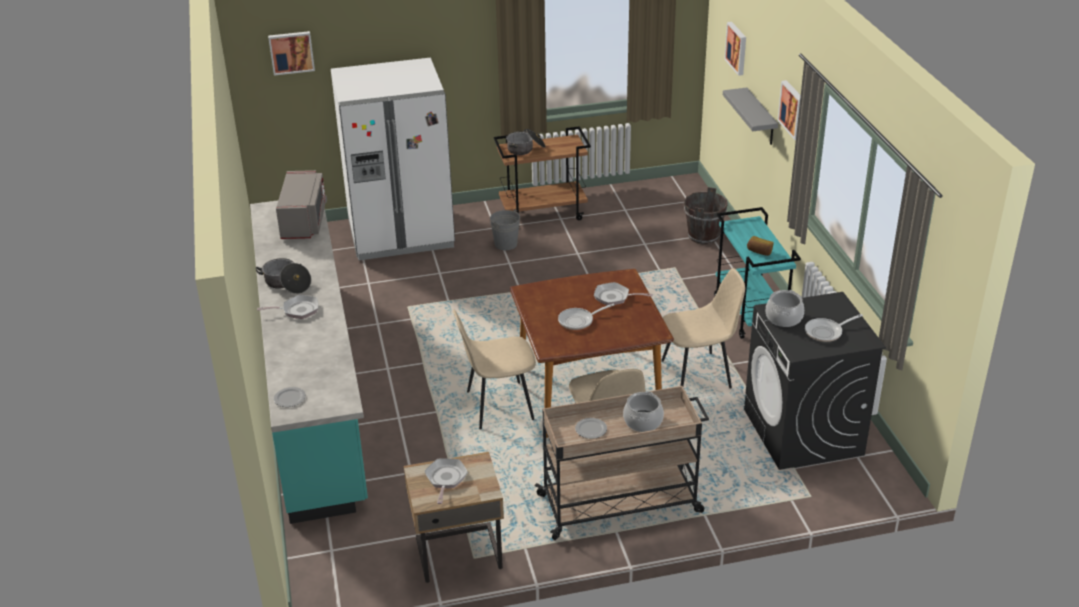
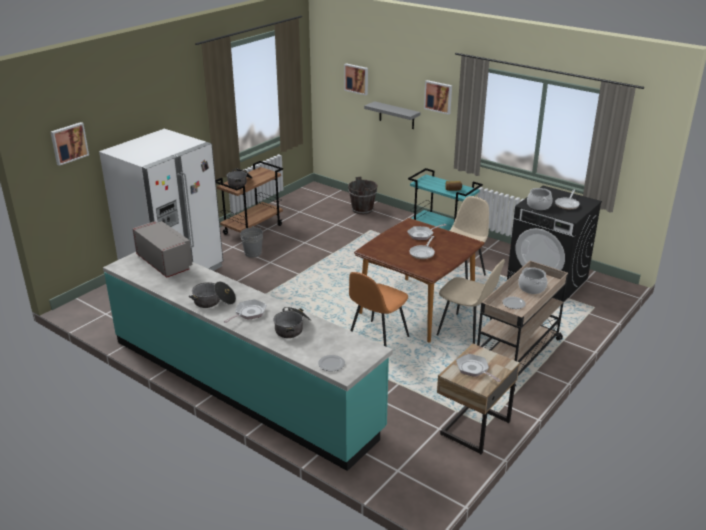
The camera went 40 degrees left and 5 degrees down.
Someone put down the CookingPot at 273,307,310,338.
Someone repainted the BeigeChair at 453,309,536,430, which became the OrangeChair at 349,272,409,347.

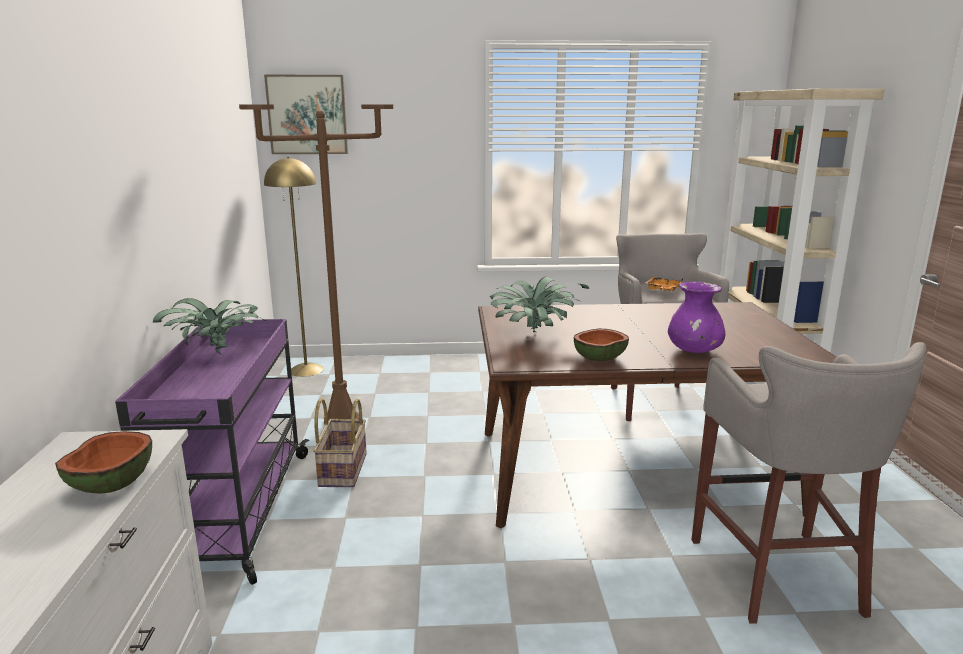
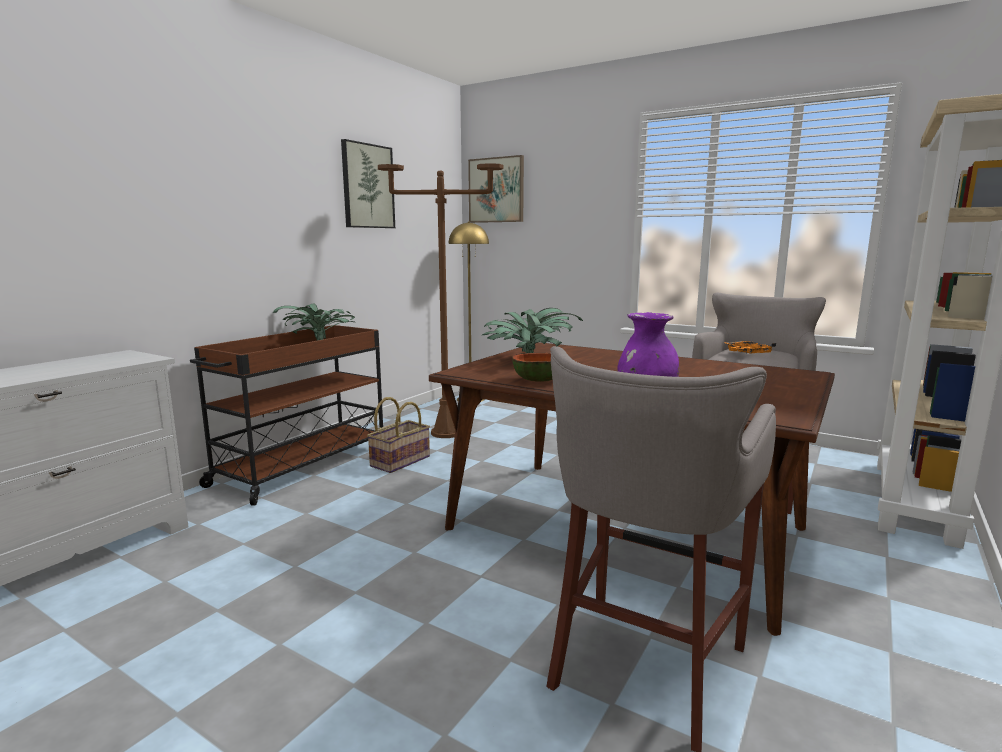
The camera went 35 degrees right and 5 degrees down.
Someone took away the Bowl at 55,431,152,494.
Someone put up the Picture at 341,139,395,228.
Someone repainted the PurpleCart at 115,319,310,585, which became the BrownCart at 190,325,383,505.

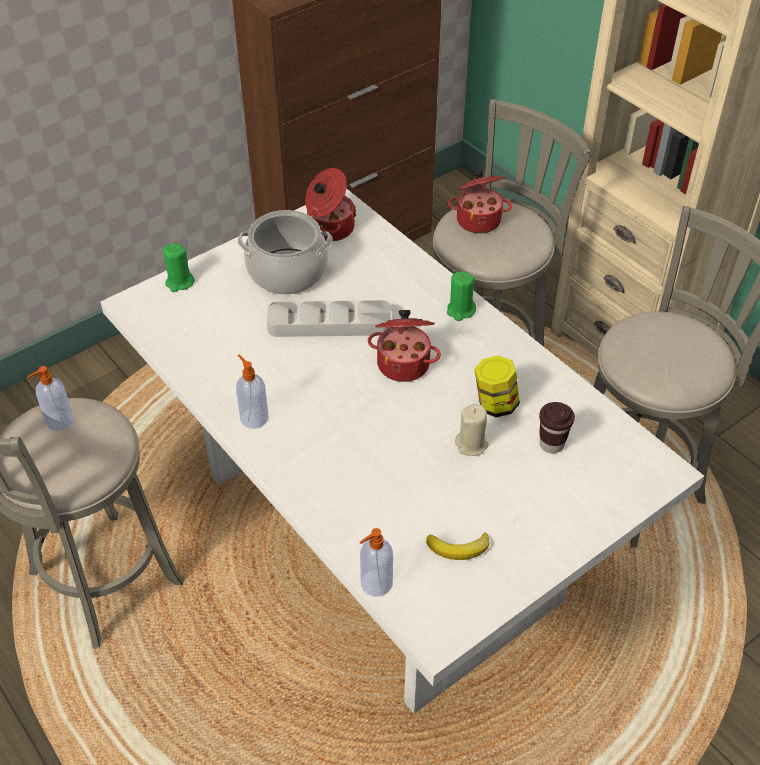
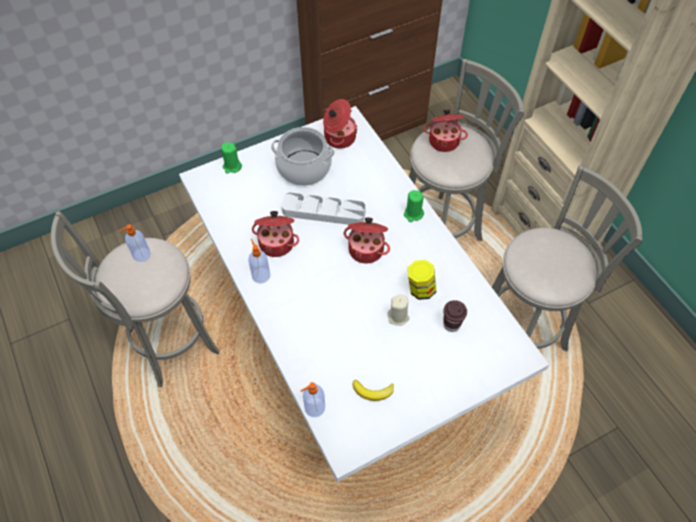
The camera went 10 degrees right and 10 degrees up.
Someone put down the CookingPot at 252,211,299,257.

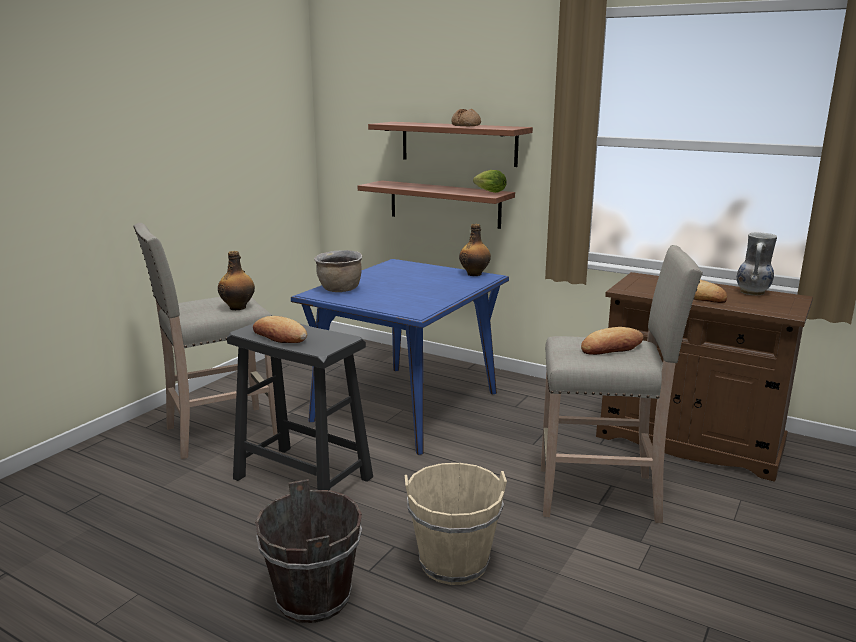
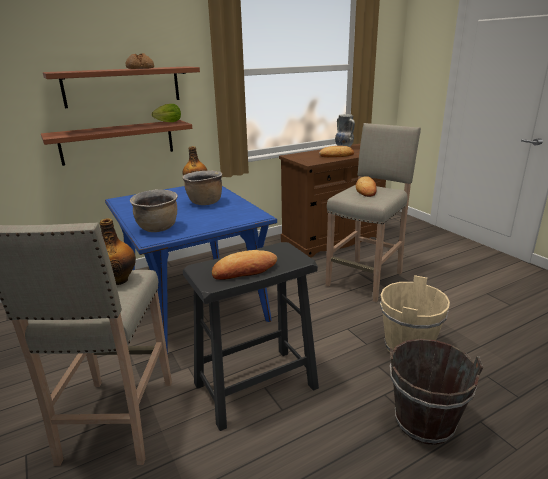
The camera went 60 degrees left and 5 degrees up.
Someone put down the BrownCookingPot at 183,171,222,205.

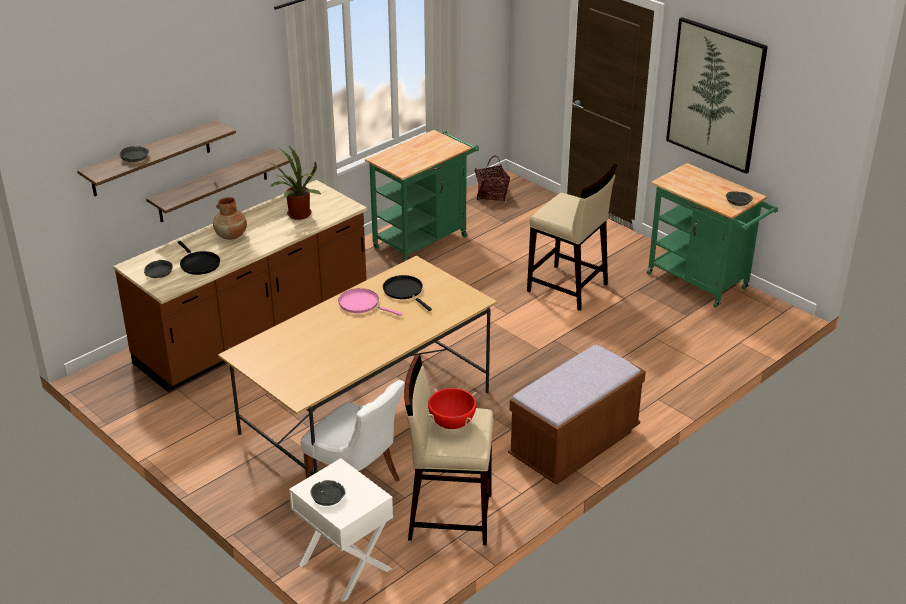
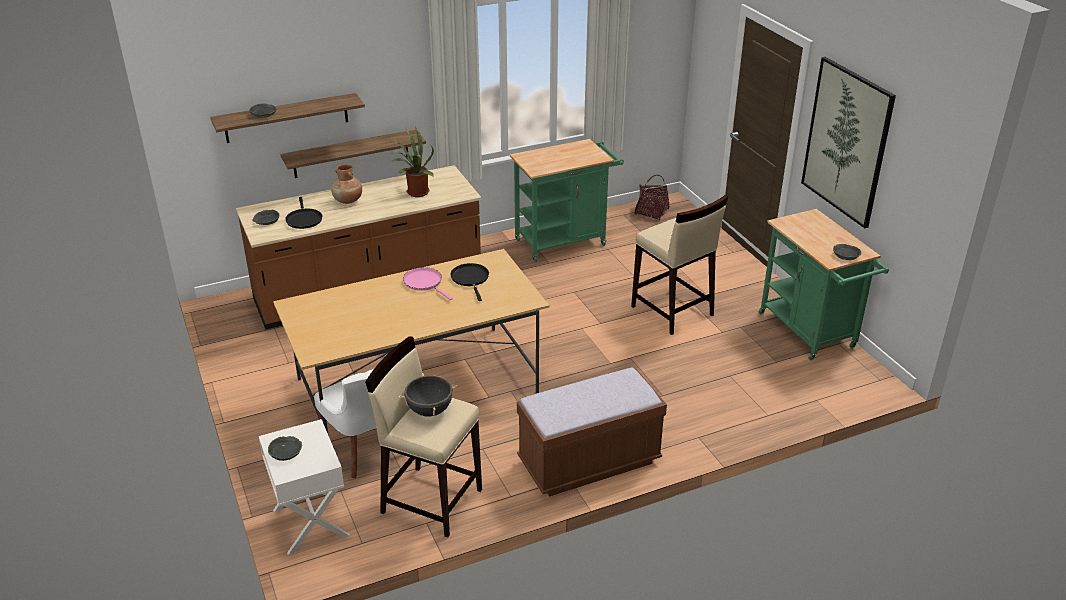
The camera went 20 degrees right and 0 degrees up.
Someone repainted the RedCookingPot at 428,388,476,429, which became the BlackCookingPot at 399,373,458,416.

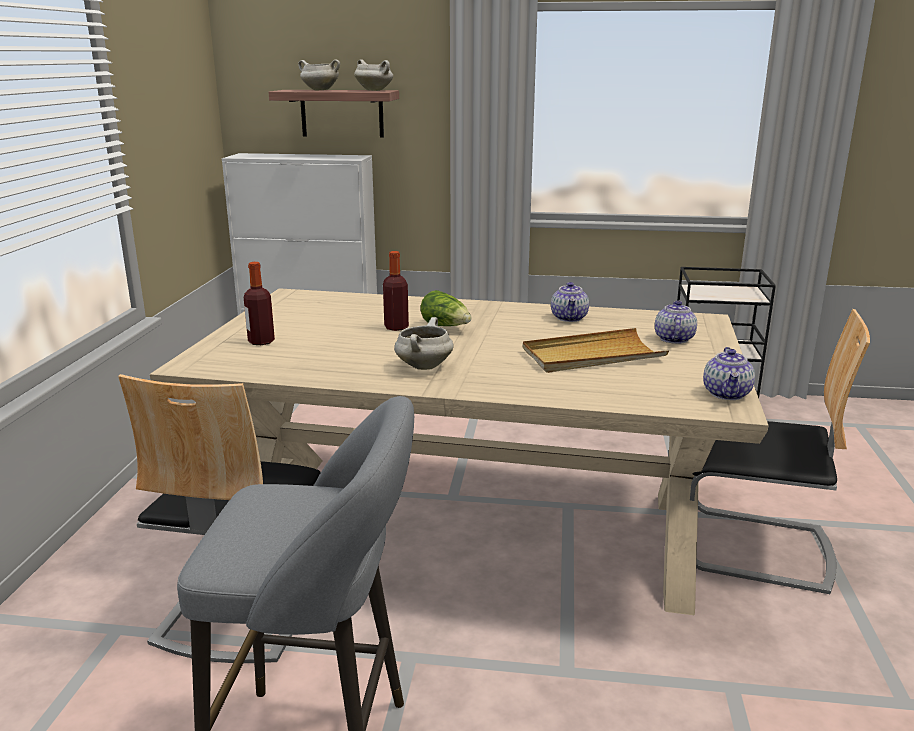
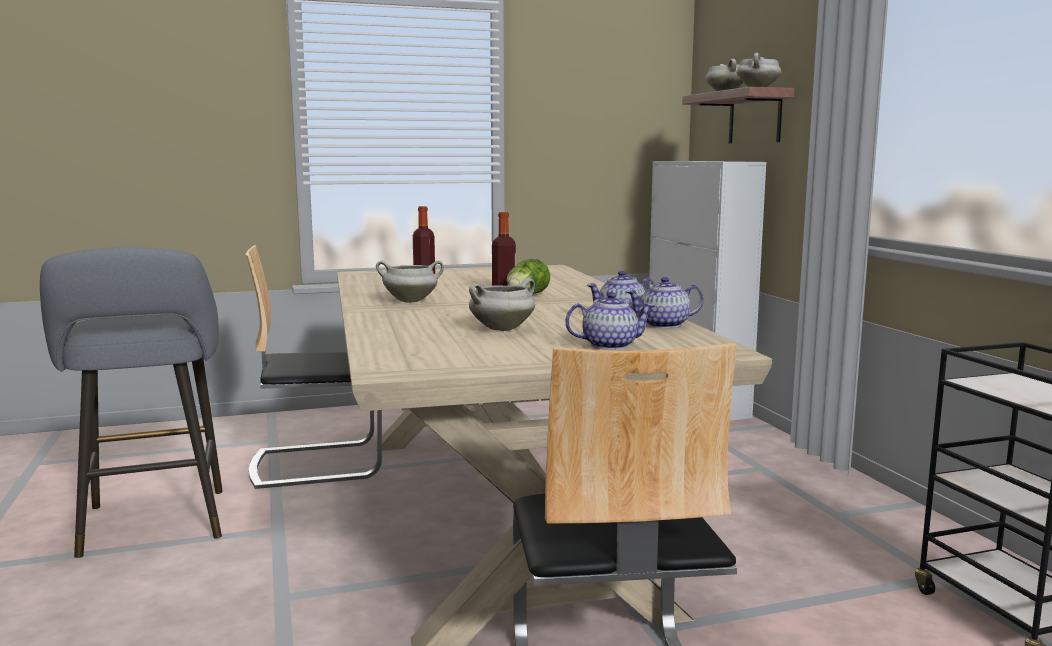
The camera went 65 degrees right and 10 degrees down.
Someone carried the Teapot from 703,347,755,400 to 626,277,704,328.
Someone swapped the BeigeTray at 523,328,669,373 for the WhiteCookingPot at 469,278,535,331.

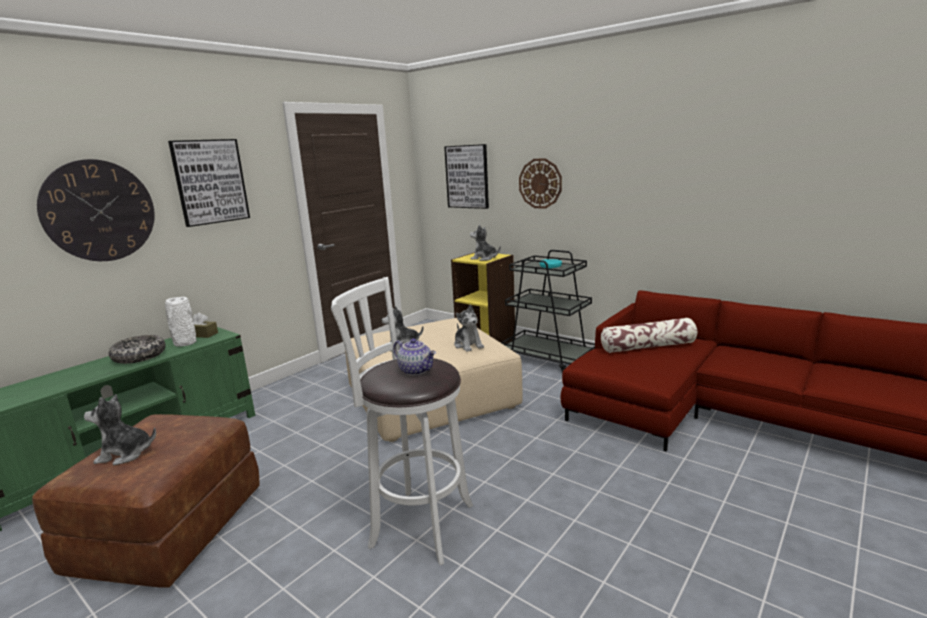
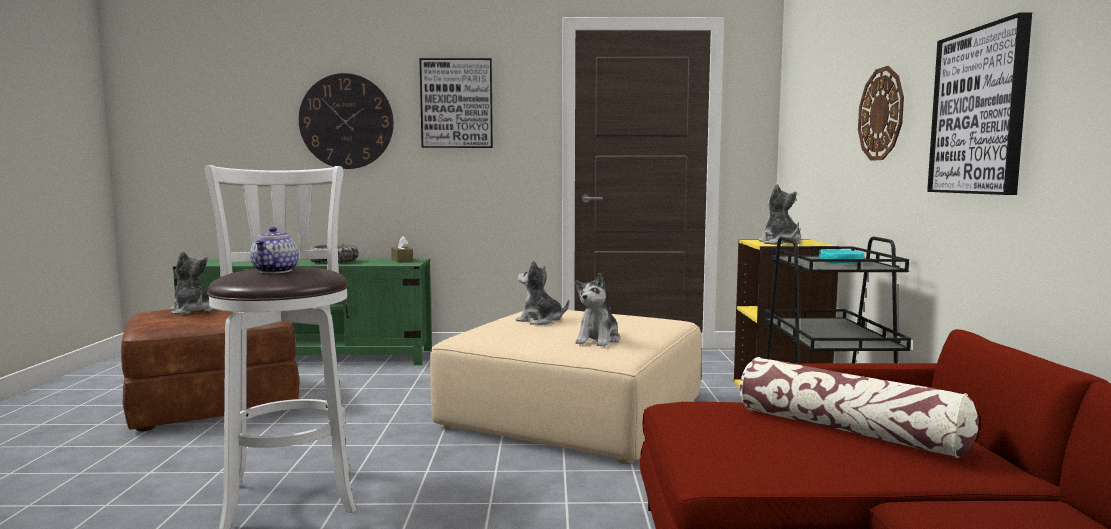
The camera went 50 degrees right and 10 degrees down.
Someone took away the WhiteVase at 165,297,197,347.
Someone carried the Picture from 444,144,489,209 to 927,12,1032,195.

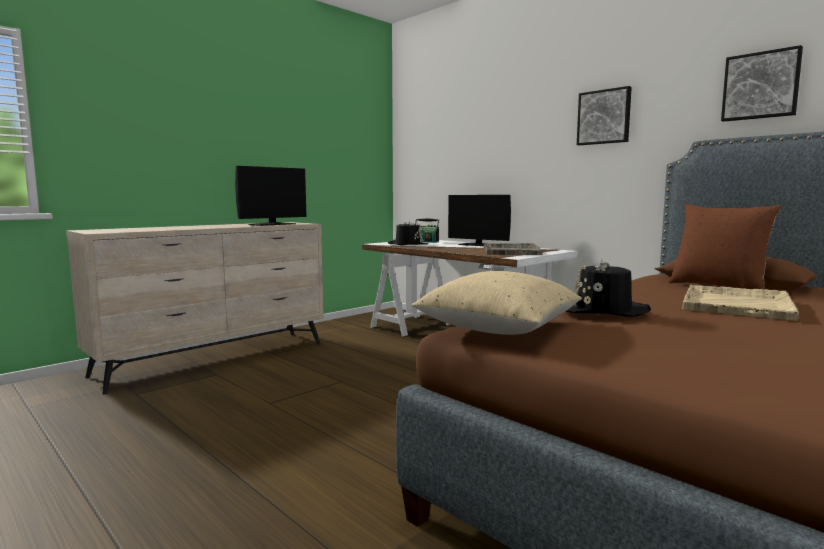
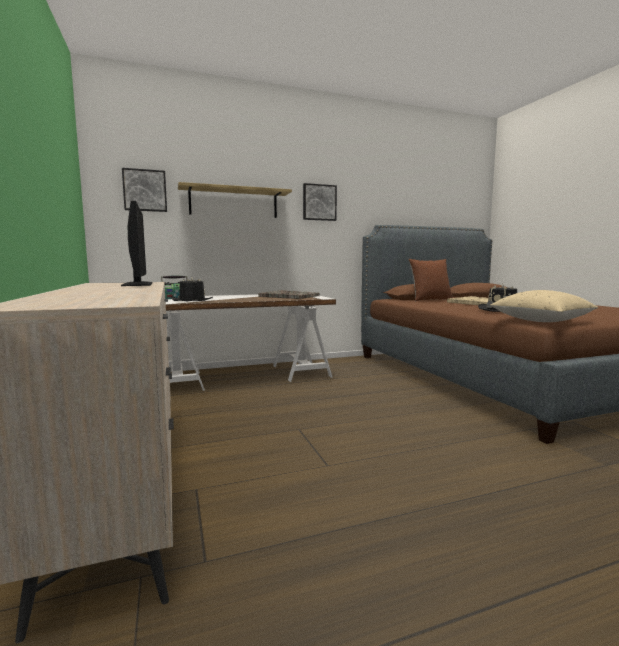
The camera went 65 degrees left and 0 degrees up.
Someone took away the Monitor at 448,195,511,246.
Someone put up the Shelf at 178,182,292,218.
Someone carried the Picture from 721,45,803,122 to 122,168,167,212.

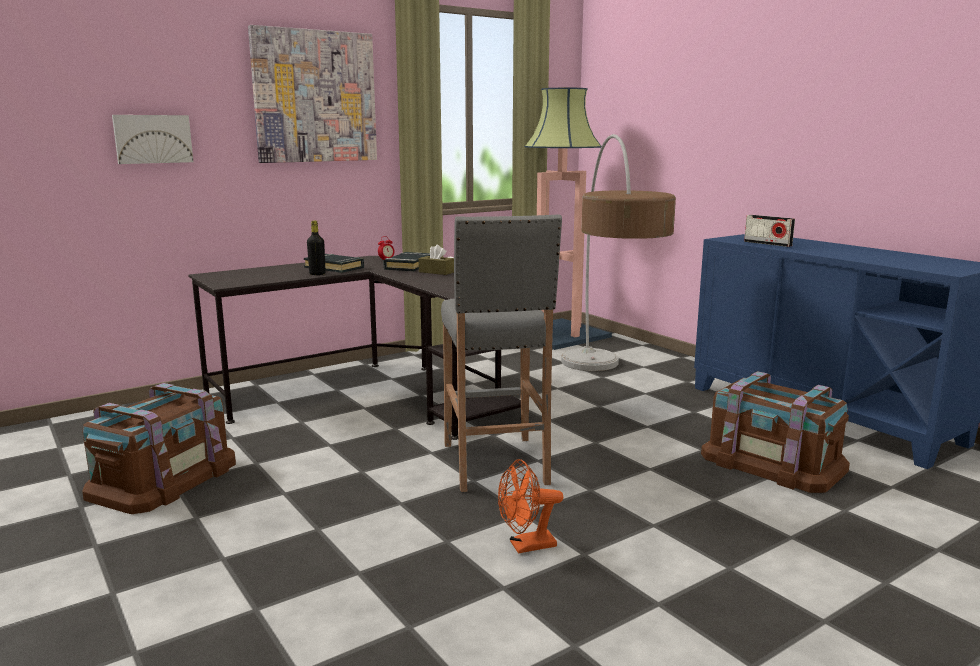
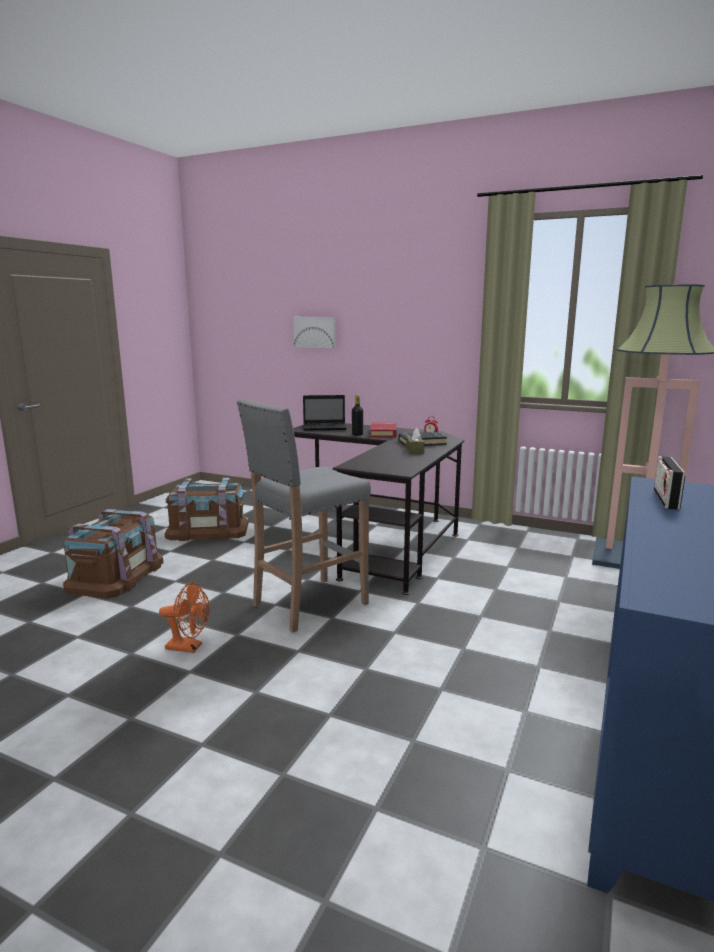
The camera went 60 degrees right and 0 degrees up.
Someone took away the Picture at 248,25,377,163.
Someone took away the FloorLamp at 561,134,676,371.
Someone put down the Laptop at 303,395,346,430.
Someone carried the BrownStorageBox from 701,371,850,493 to 63,509,164,598.
Someone repainted the BlackBook at 304,254,364,273, which became the RedBook at 370,423,397,437.
Someone rotated the OrangeFan at 498,459,563,554 by 150 degrees clockwise.

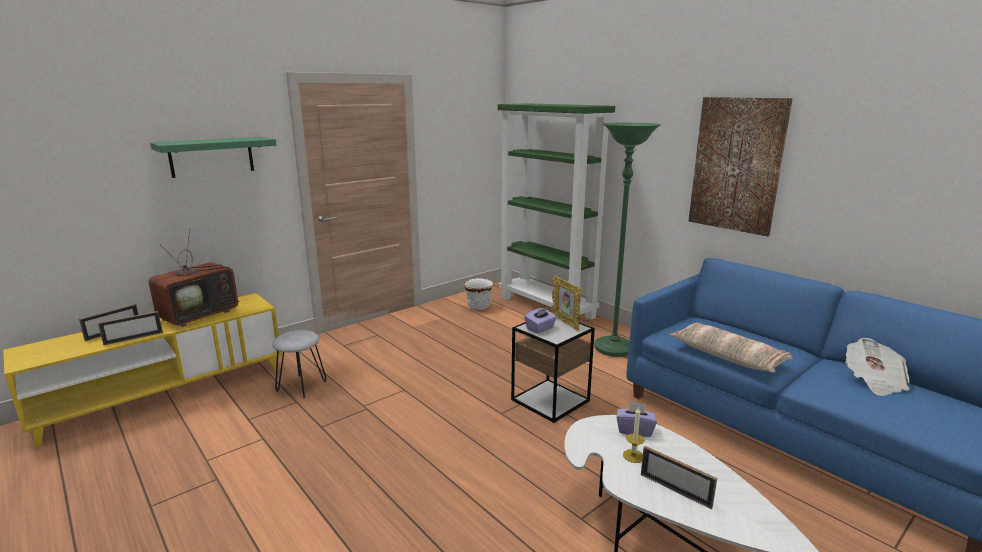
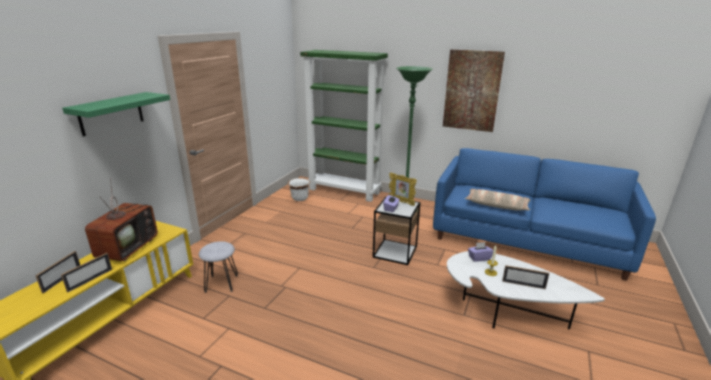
The camera went 25 degrees left and 5 degrees up.
Someone took away the Newspaper at 845,338,910,396.

